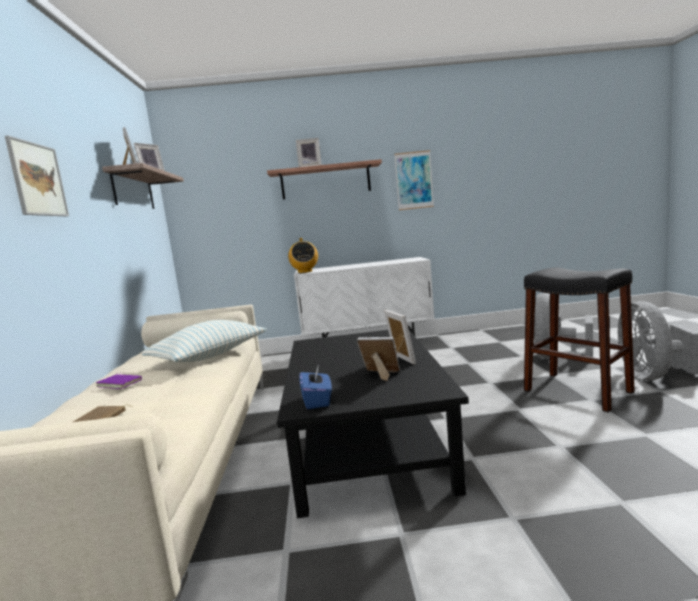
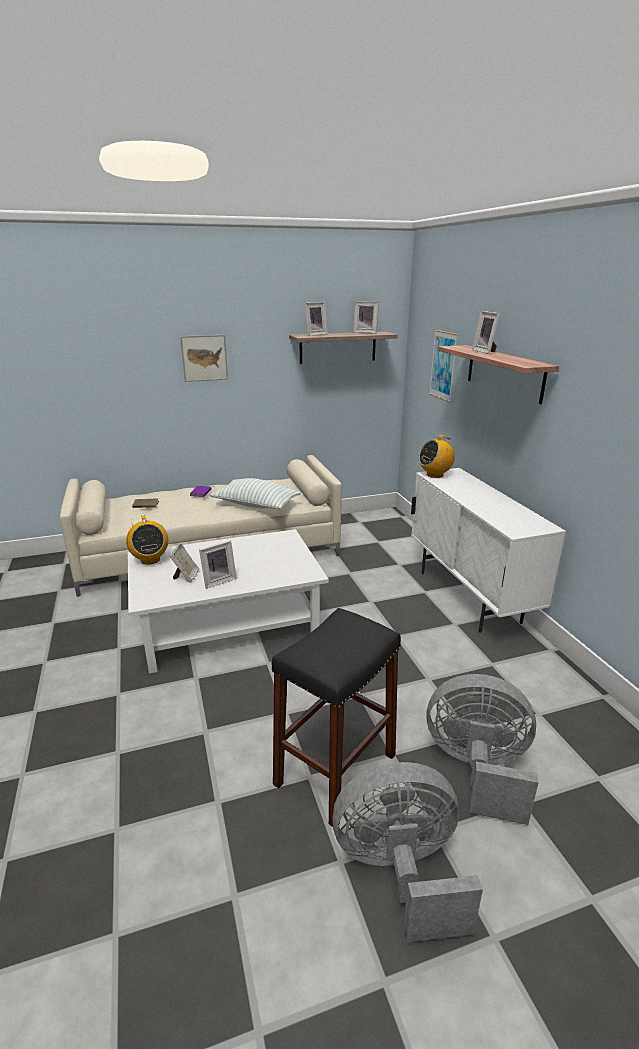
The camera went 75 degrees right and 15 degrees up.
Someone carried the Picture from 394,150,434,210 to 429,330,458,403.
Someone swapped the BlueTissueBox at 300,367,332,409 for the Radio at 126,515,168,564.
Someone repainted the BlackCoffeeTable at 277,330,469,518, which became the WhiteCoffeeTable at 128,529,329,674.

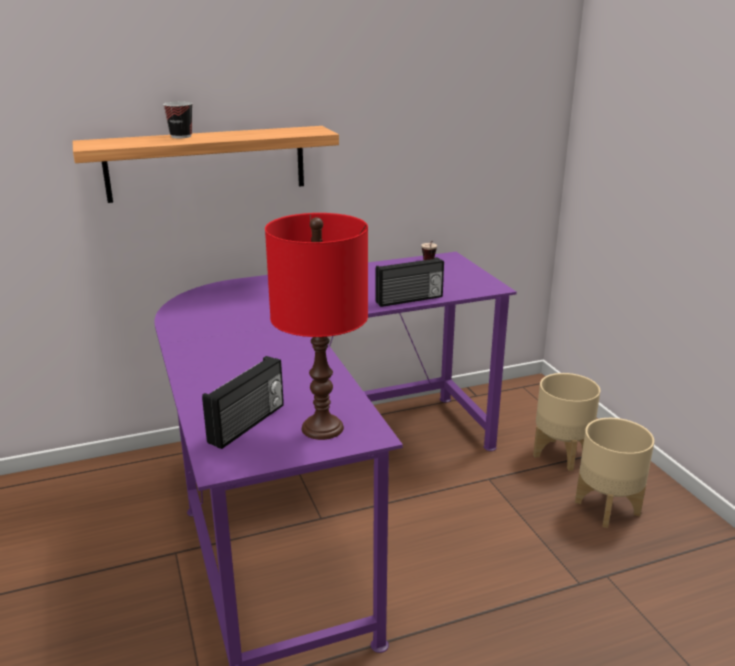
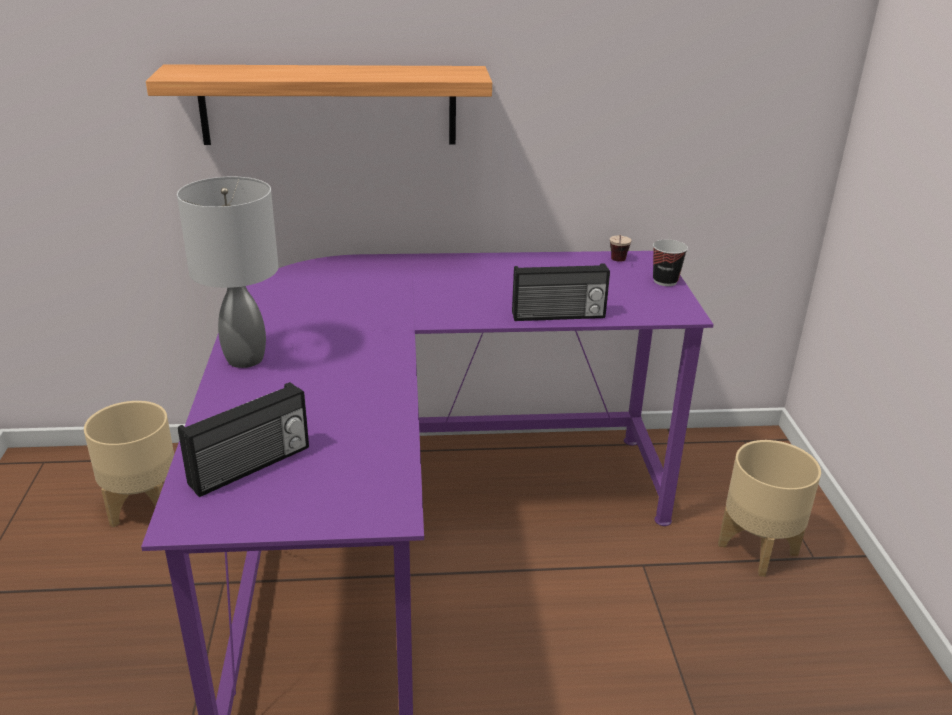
The camera went 15 degrees right and 5 degrees up.
Someone took away the RedTableLamp at 265,213,368,440.
Someone put down the GreyTableLamp at 177,177,279,368.
Someone carried the Cup from 163,102,193,138 to 653,240,688,286.
Someone carried the BeigePlanter from 575,418,654,528 to 84,401,174,528.

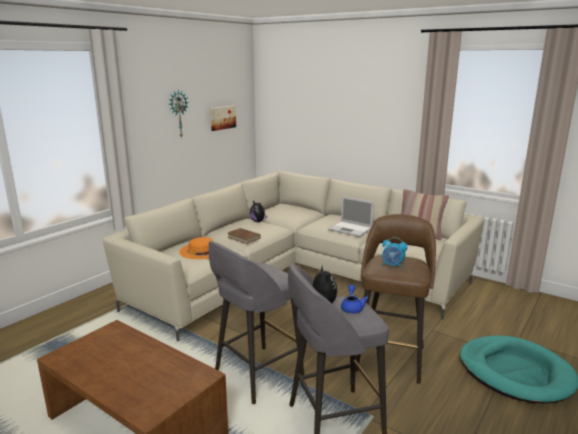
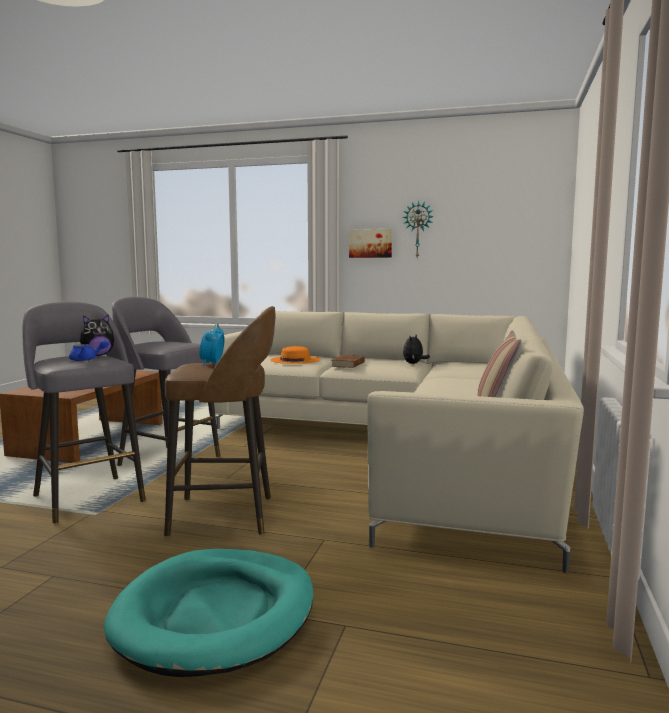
The camera went 70 degrees right and 10 degrees down.
Someone took away the Laptop at 328,196,374,237.
Someone carried the Picture from 210,106,236,131 to 349,229,392,258.

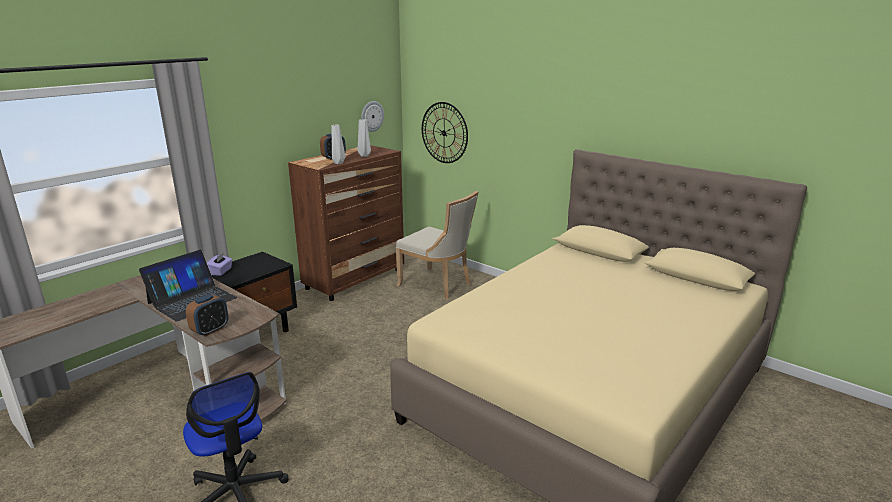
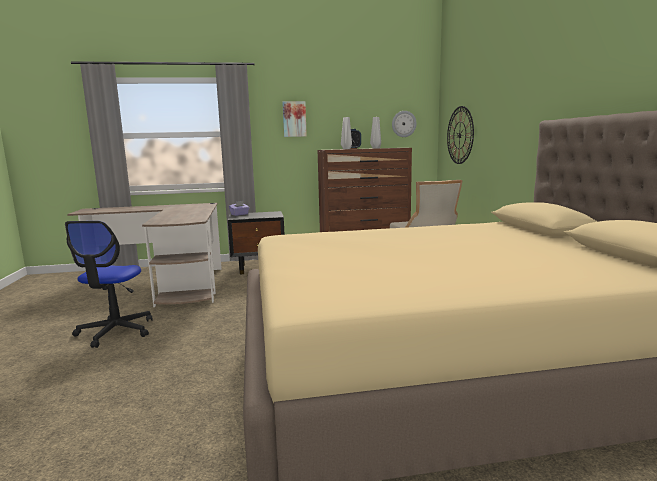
The camera went 40 degrees right and 10 degrees down.
Someone took away the Laptop at 139,250,237,322.
Someone took away the AlarmClock at 186,294,228,337.
Someone put up the Picture at 282,101,307,137.

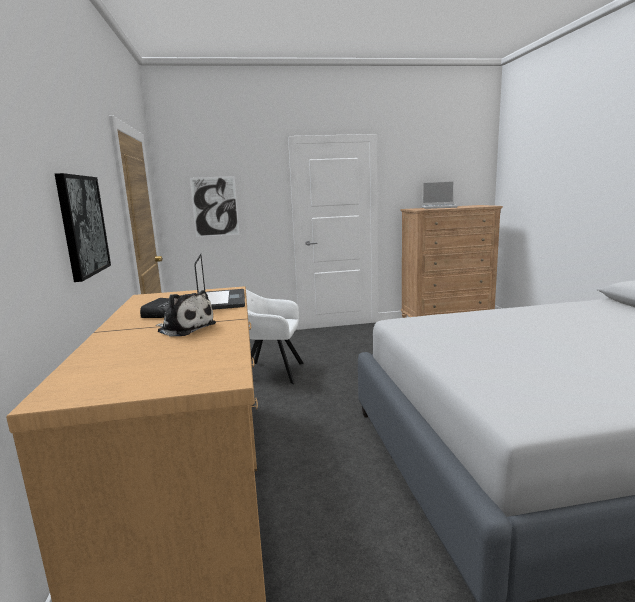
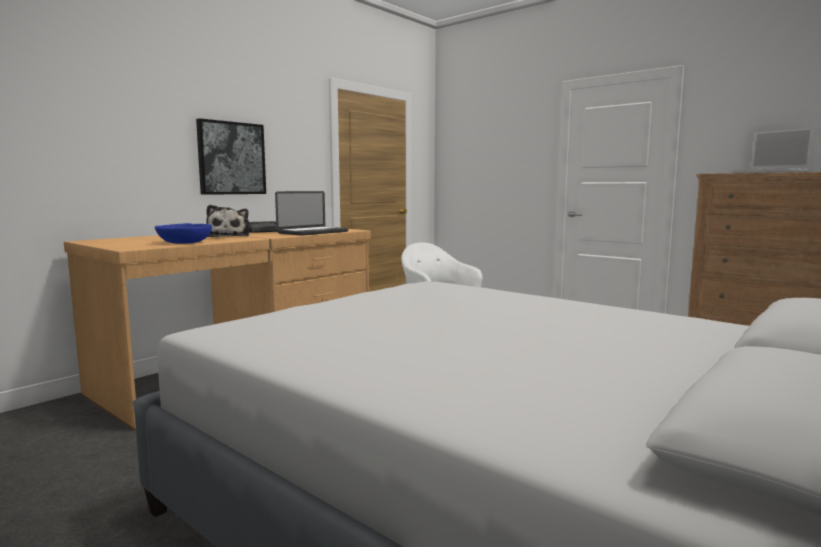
The camera went 50 degrees right and 5 degrees down.
Someone took away the Picture at 190,176,240,237.
Someone put down the BlueBowl at 155,223,212,244.

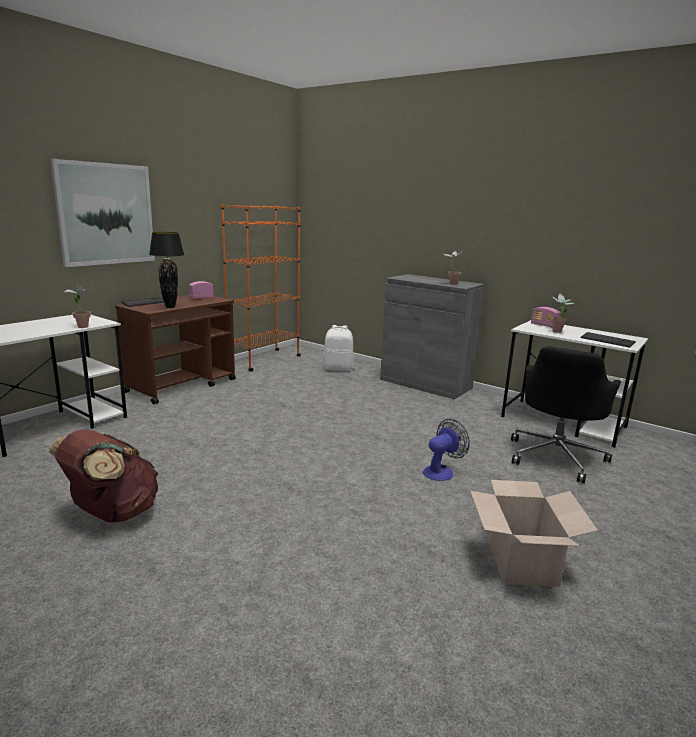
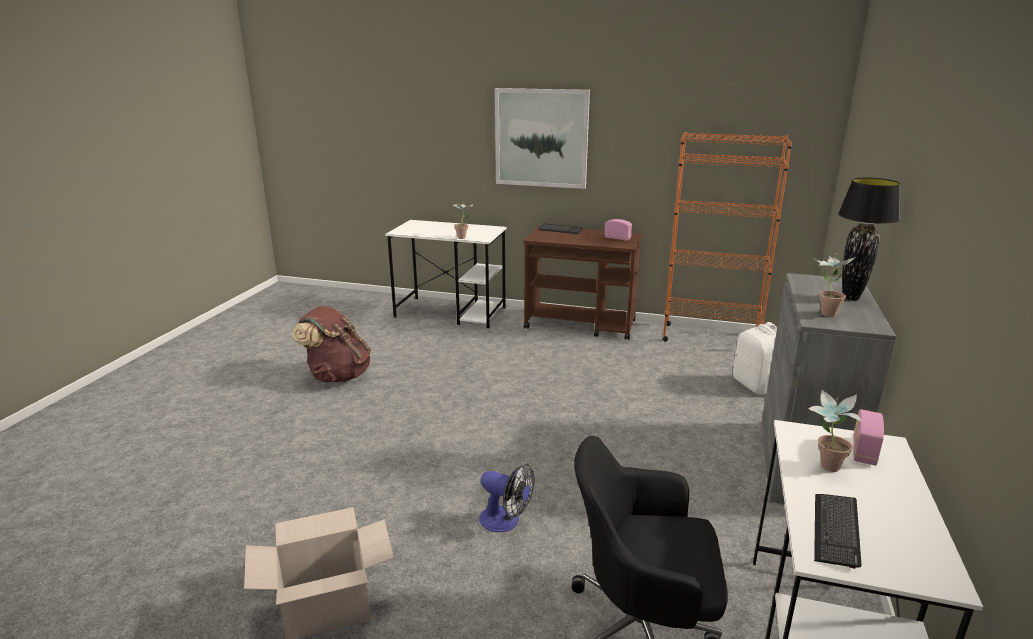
The camera went 70 degrees right and 5 degrees up.
Someone carried the BlackTableLamp from 149,232,185,308 to 838,177,900,301.

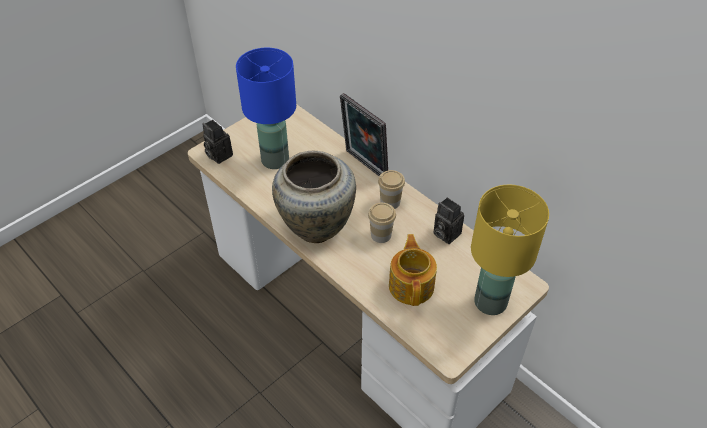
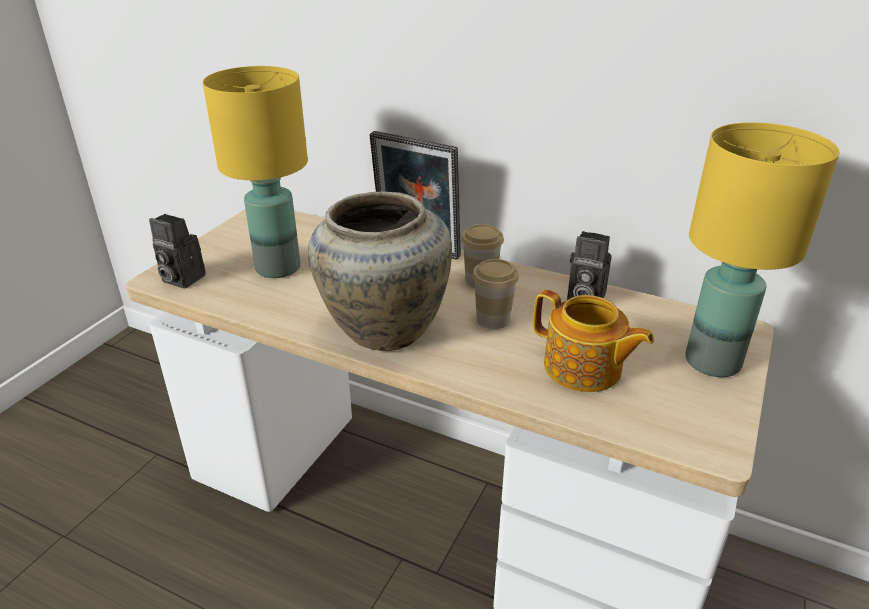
The camera went 20 degrees left and 15 degrees down.
Someone repainted the BlueTableLamp at 236,48,296,169, which became the YellowTableLamp at 202,66,308,278.
Someone rotated the Teapot at 389,234,437,306 by 150 degrees clockwise.

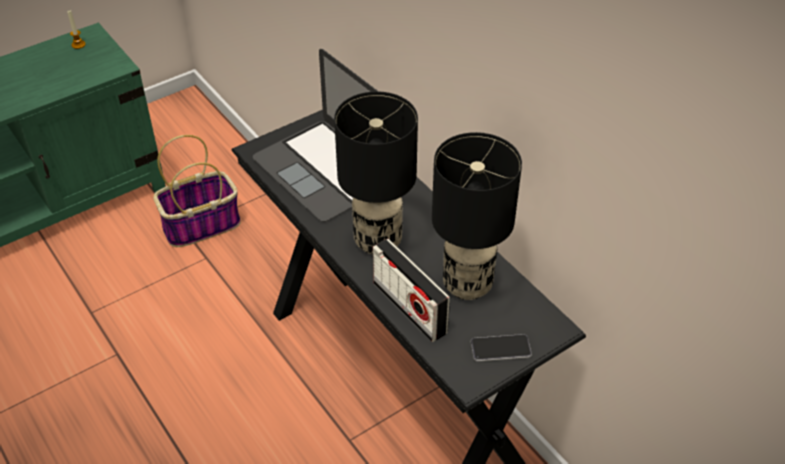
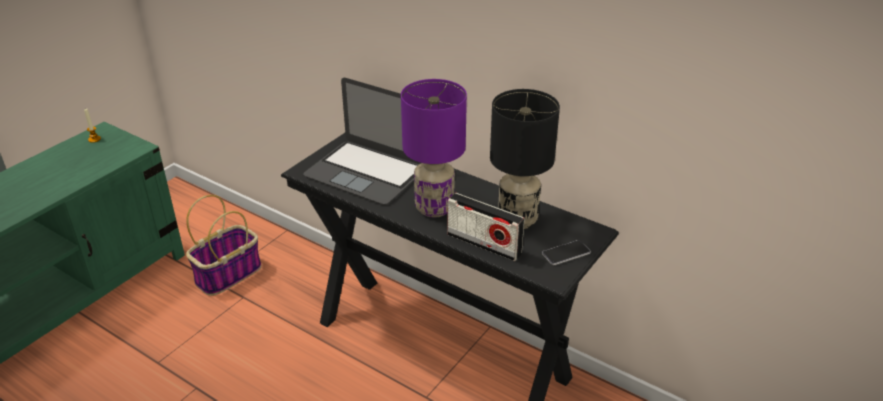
The camera went 20 degrees left and 10 degrees down.
Someone repainted the BlackTableLamp at 334,91,418,255, which became the PurpleTableLamp at 401,79,467,217.

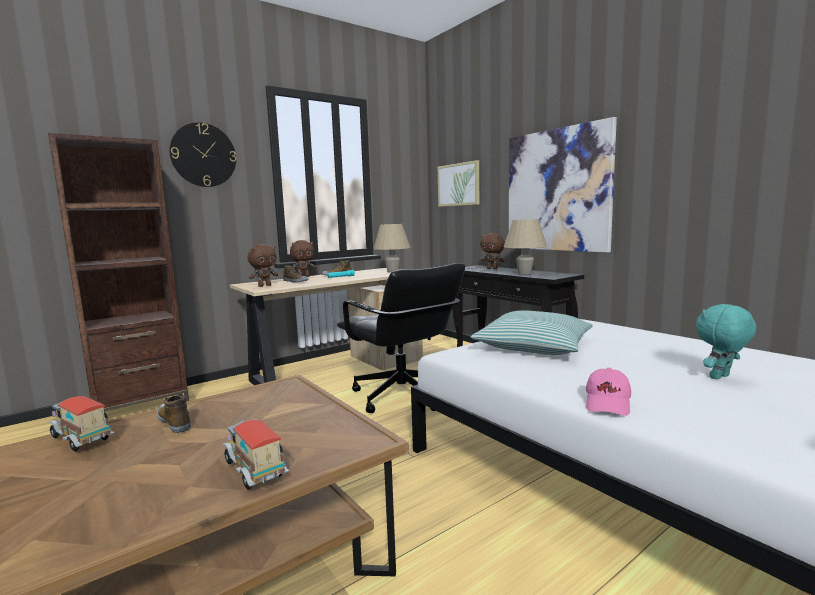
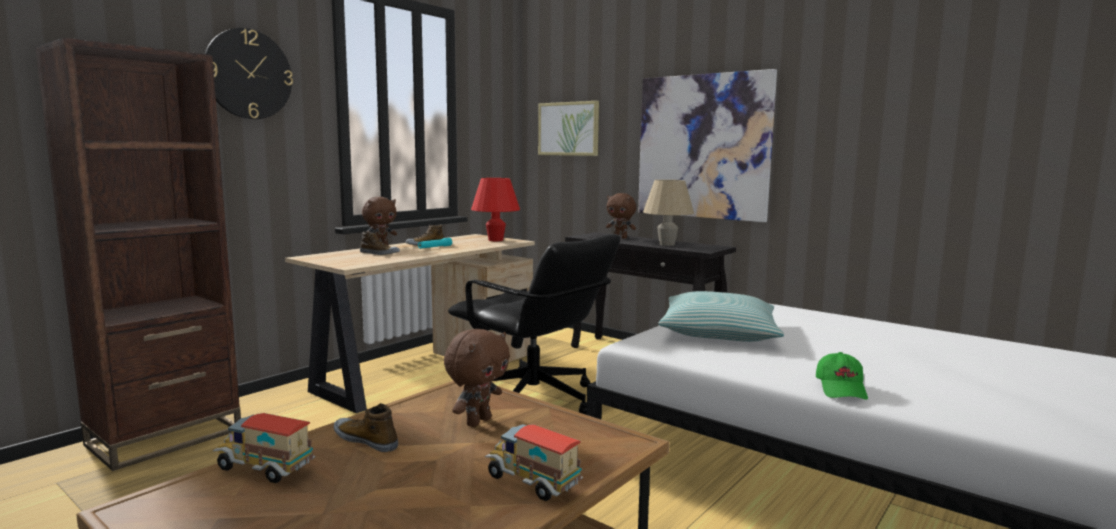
The camera went 15 degrees left and 0 degrees up.
Someone took away the TurquoisePlushToy at 696,304,756,380.
Someone carried the BrownPlushToy from 247,244,278,287 to 444,329,510,427.
Someone repainted the BeigeTableLamp at 374,224,411,273, which became the RedTableLamp at 471,178,520,241.
Someone repainted the PinkCap at 586,368,631,416, which became the GreenCap at 816,352,868,400.

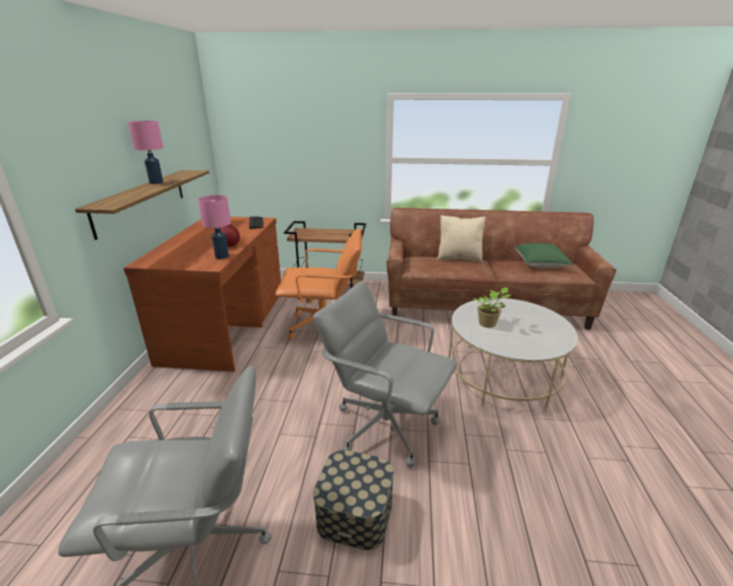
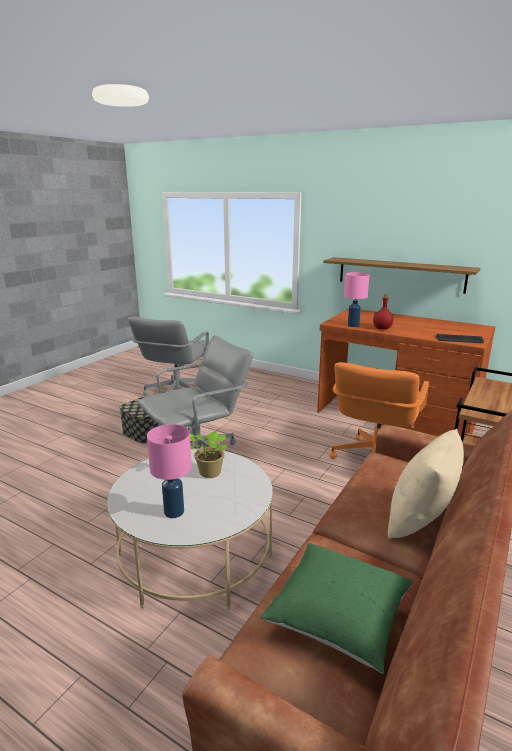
The camera went 115 degrees right and 5 degrees down.
Someone carried the PinkTableLamp from 128,121,163,184 to 147,424,192,518.

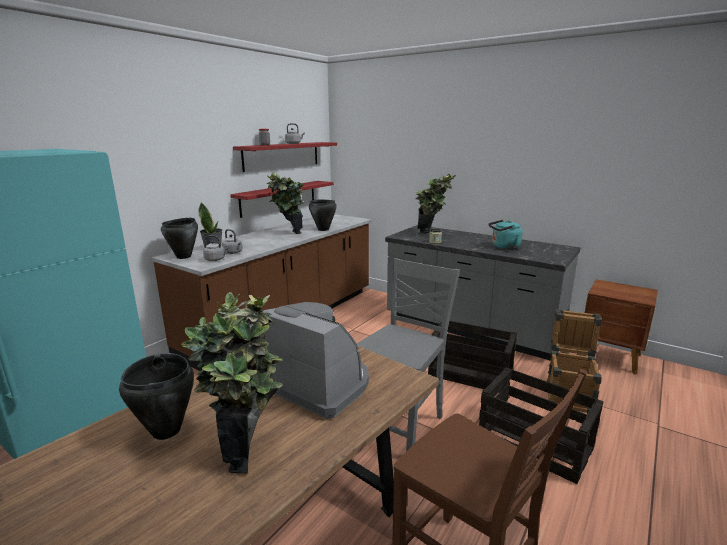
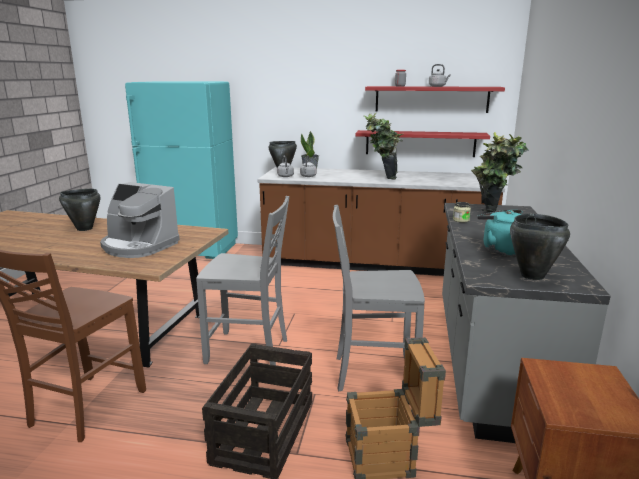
The camera went 65 degrees right and 0 degrees up.
Someone took away the PottedPlant at 181,292,283,474.
Someone carried the BlackCookingPot from 309,200,337,231 to 510,214,570,280.
Someone swapped the Crate at 428,321,517,393 for the GreyChair at 333,205,425,391.
Someone rotated the CoffeeMachine at 261,302,369,419 by 105 degrees clockwise.

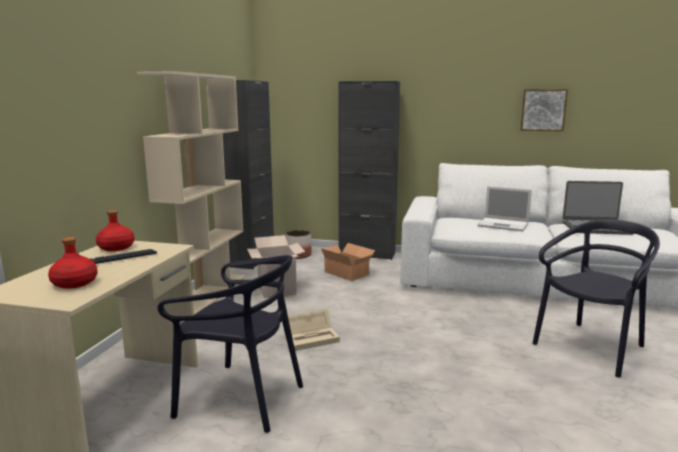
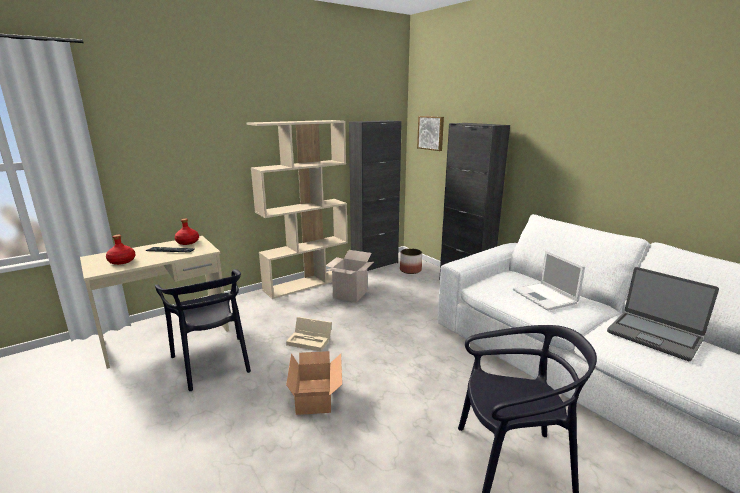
The camera went 40 degrees right and 5 degrees up.
Someone carried the CardboardBox from 321,243,375,281 to 286,351,342,415.
Someone carried the Picture from 520,89,568,131 to 417,116,444,151.

